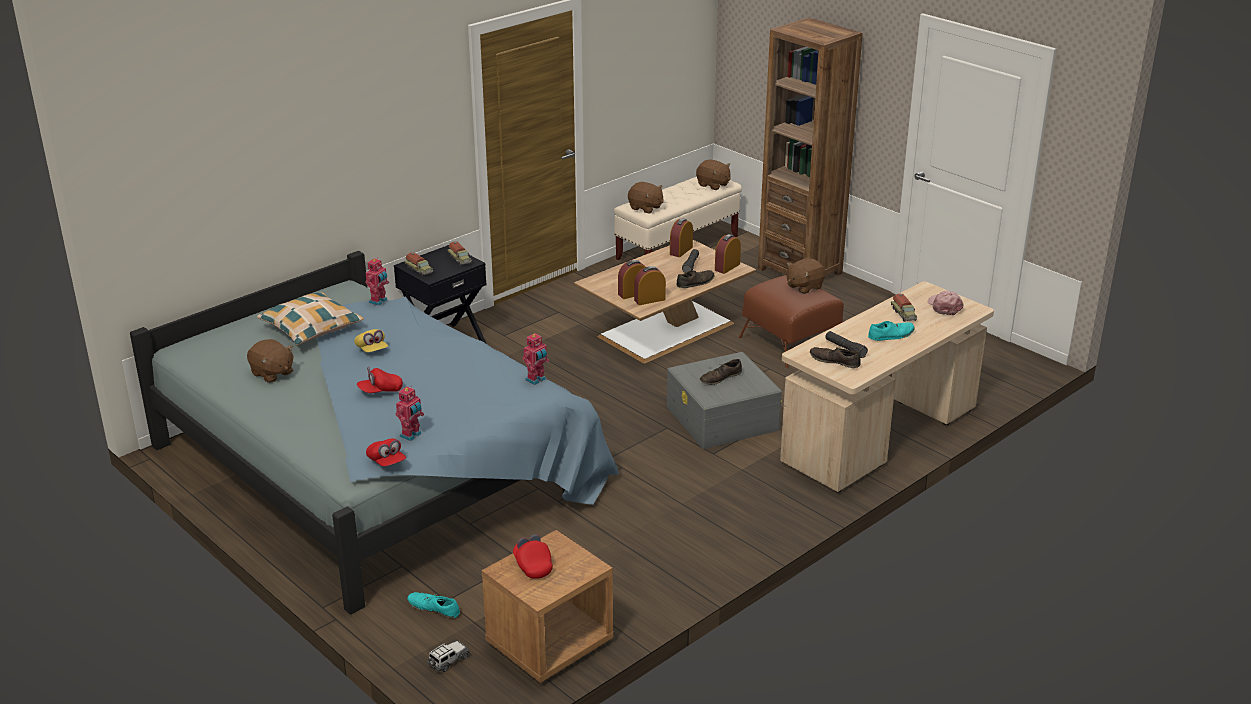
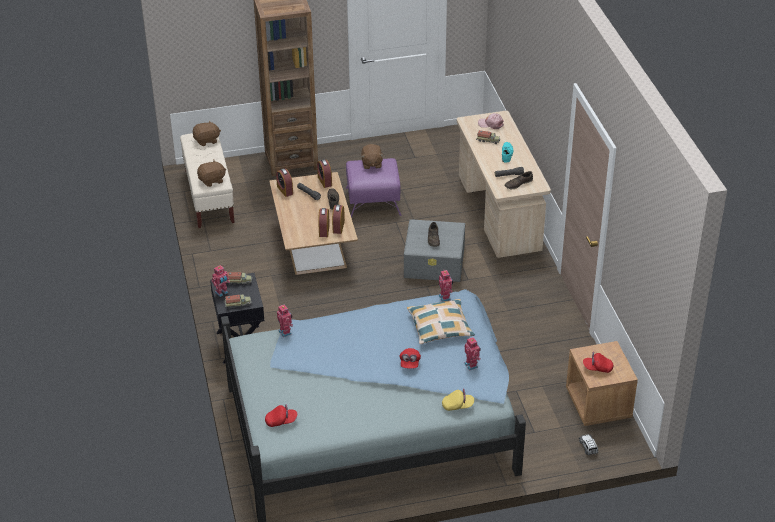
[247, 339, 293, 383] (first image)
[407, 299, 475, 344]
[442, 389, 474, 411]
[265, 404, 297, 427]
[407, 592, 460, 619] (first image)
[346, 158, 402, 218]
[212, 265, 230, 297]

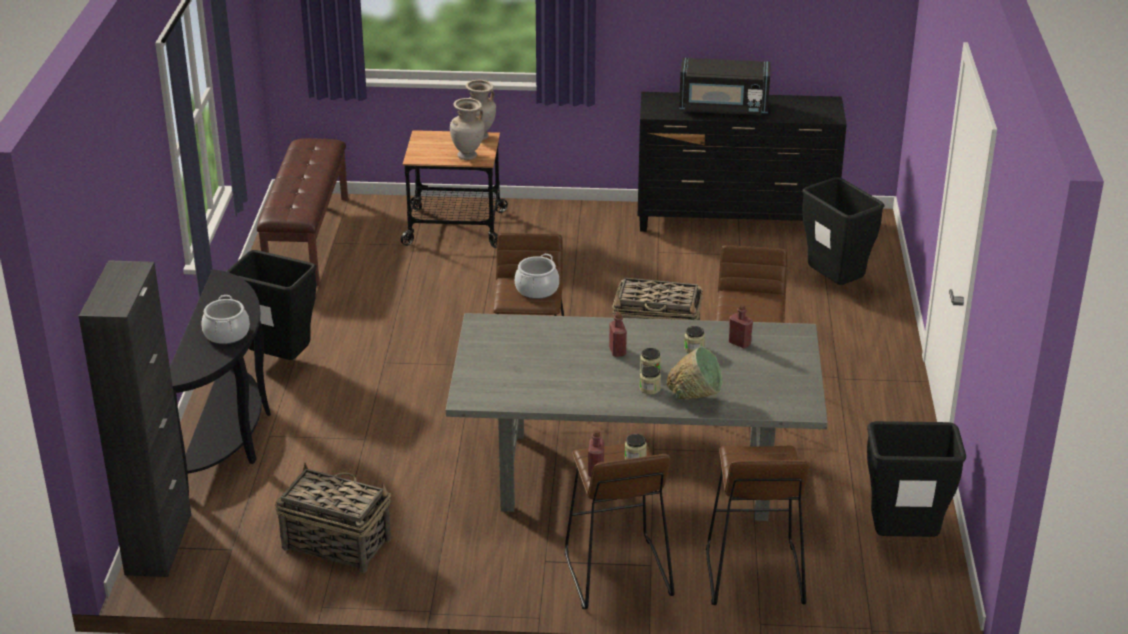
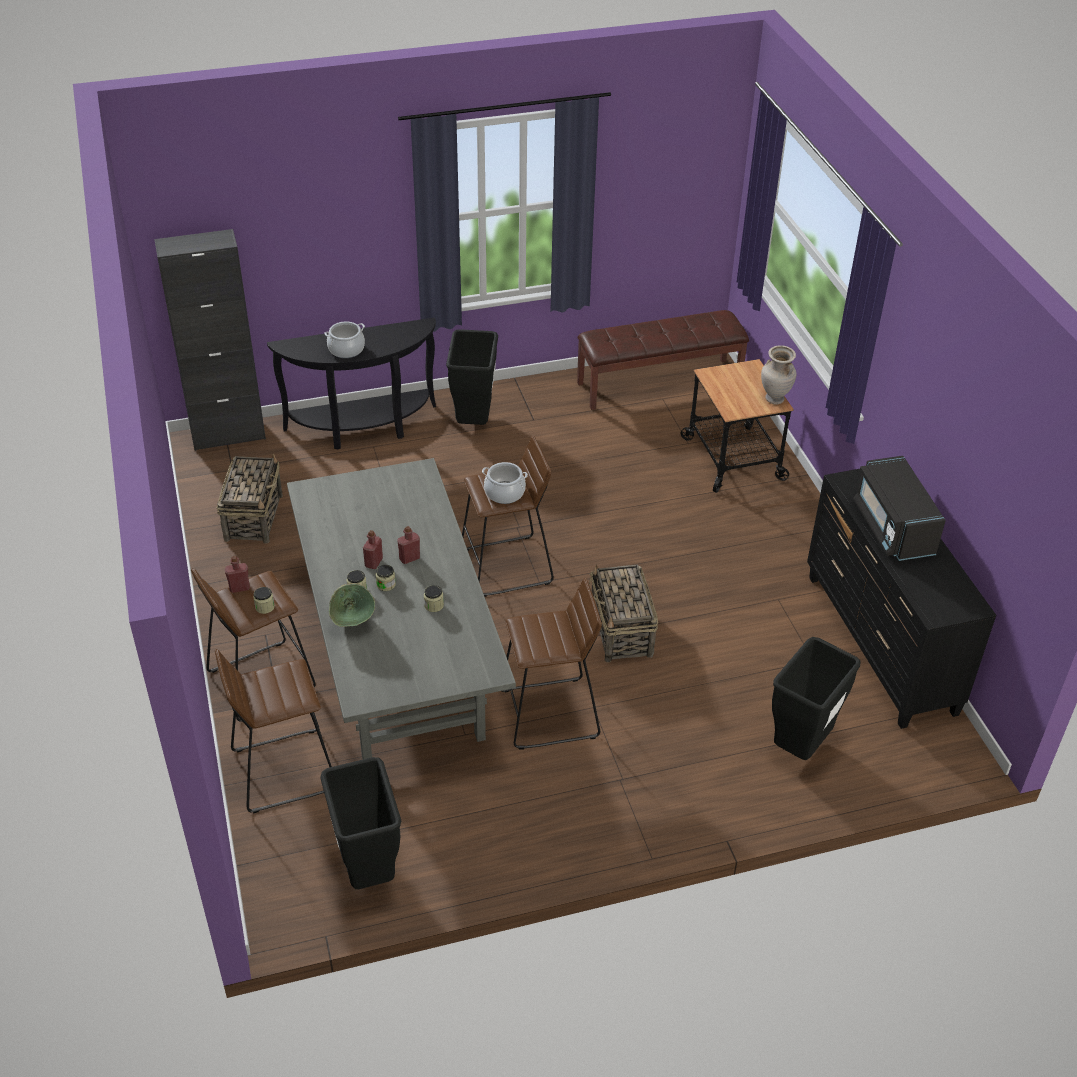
[450, 98, 485, 160] (first image)
[363, 530, 383, 569]

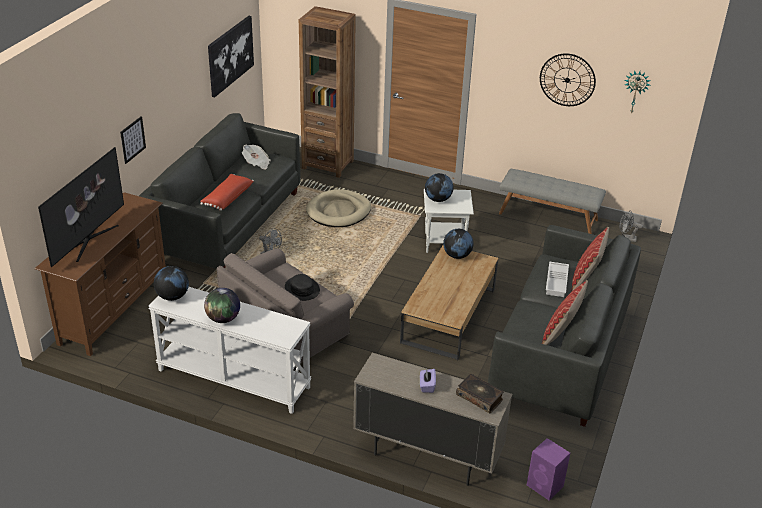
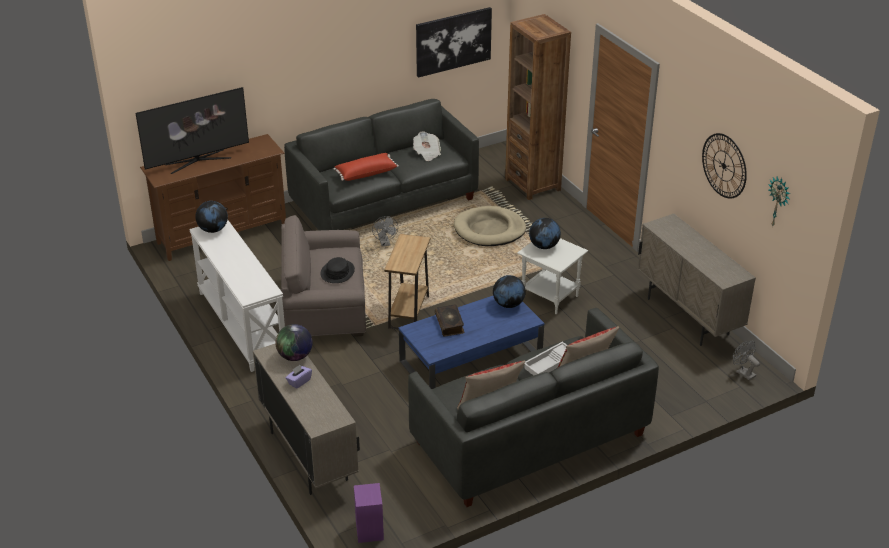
[120, 116, 146, 164] (first image)
[275, 324, 313, 361]
[399, 296, 544, 389]
[435, 304, 465, 337]
[637, 214, 756, 346]
[384, 234, 430, 330]

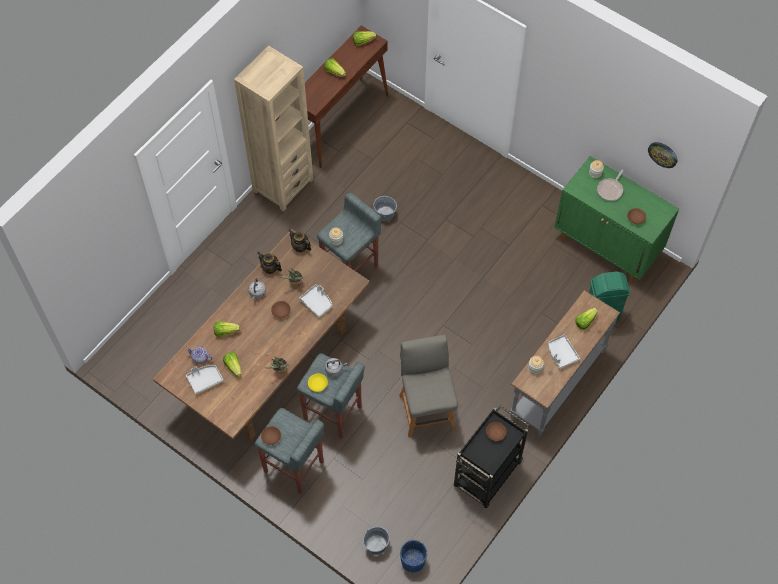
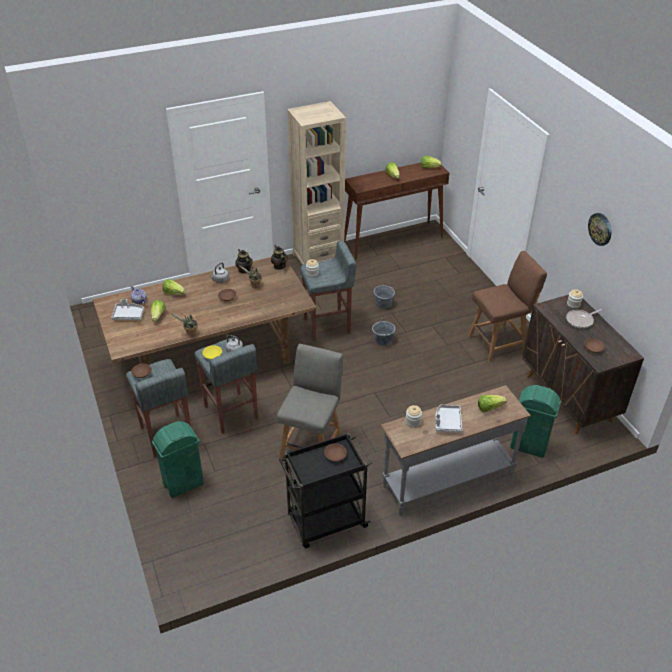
[299, 284, 332, 318] (first image)
[372, 317, 395, 346]
[400, 540, 427, 572] (first image)
[522, 295, 644, 434]
[588, 213, 611, 246]
[152, 421, 204, 498]
[468, 251, 547, 362]

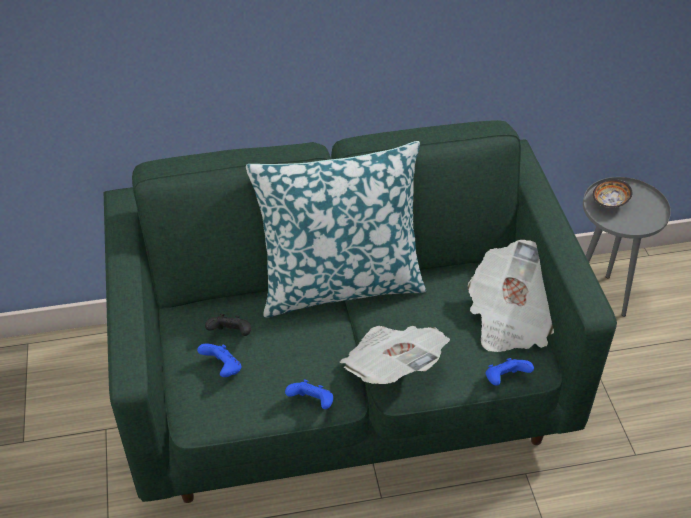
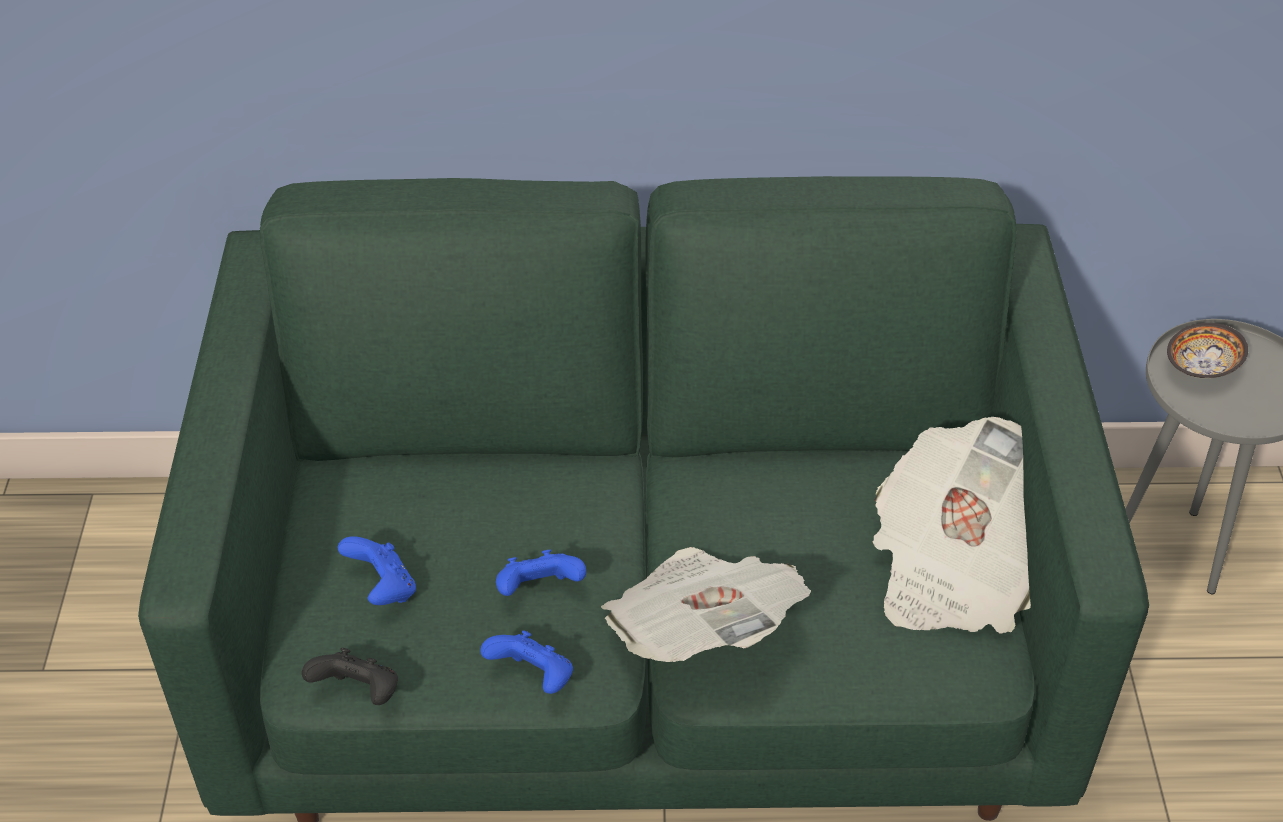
[302, 648, 398, 705]
[246, 141, 426, 318] (first image)
[496, 549, 586, 596]

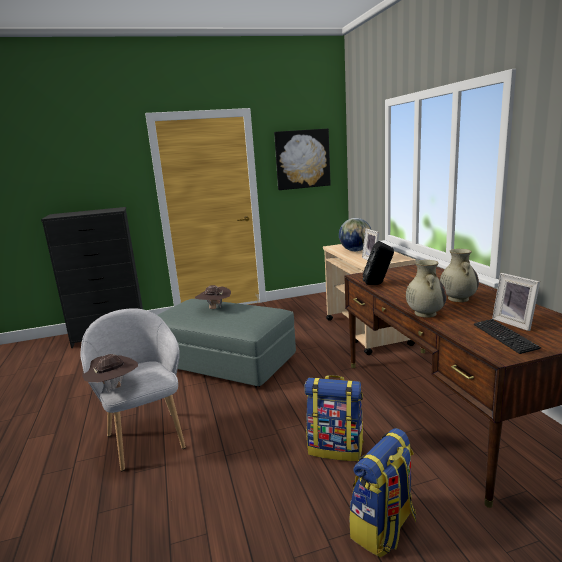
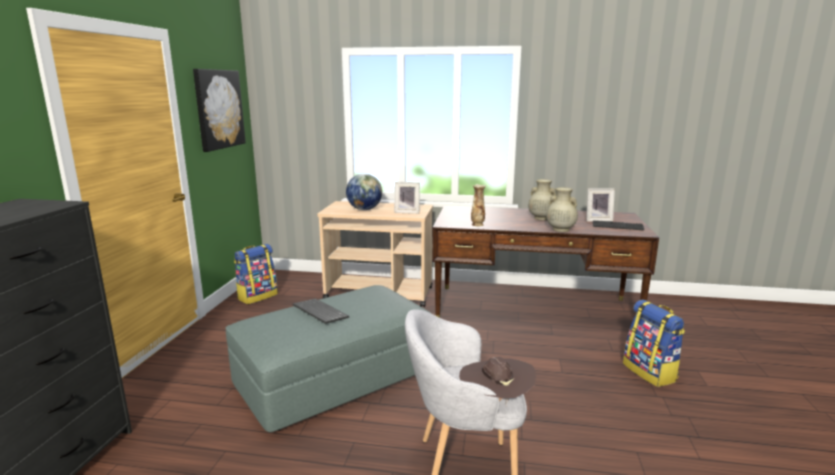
[293, 299, 349, 324]
[234, 244, 278, 304]
[471, 184, 486, 226]

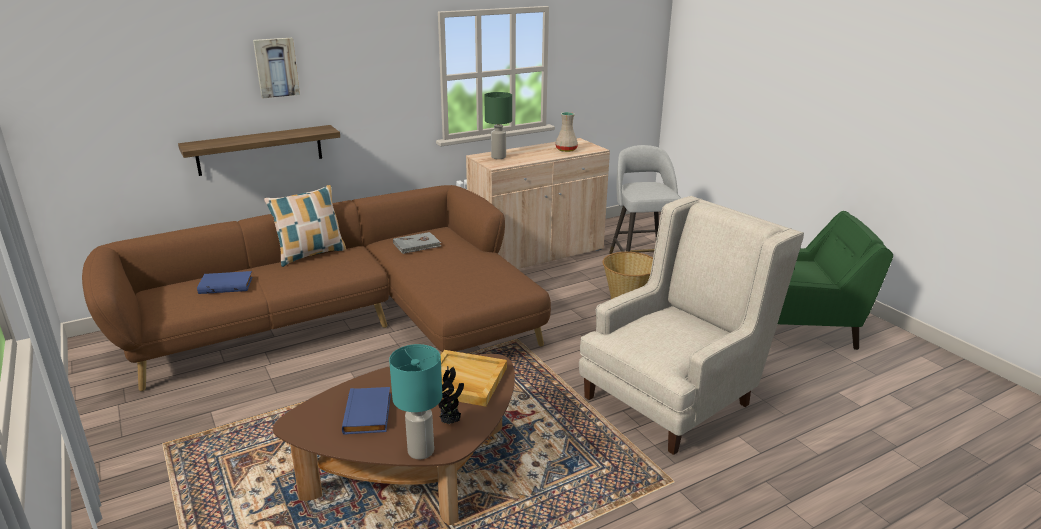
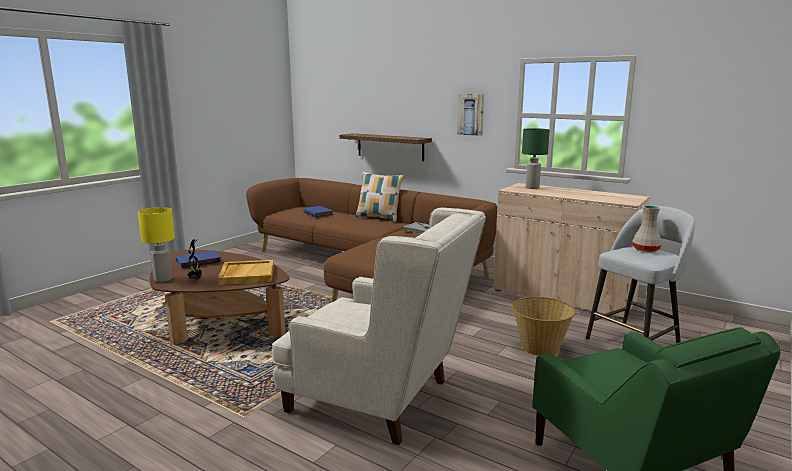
[457, 94, 484, 136]
[138, 207, 175, 282]
[632, 205, 662, 252]

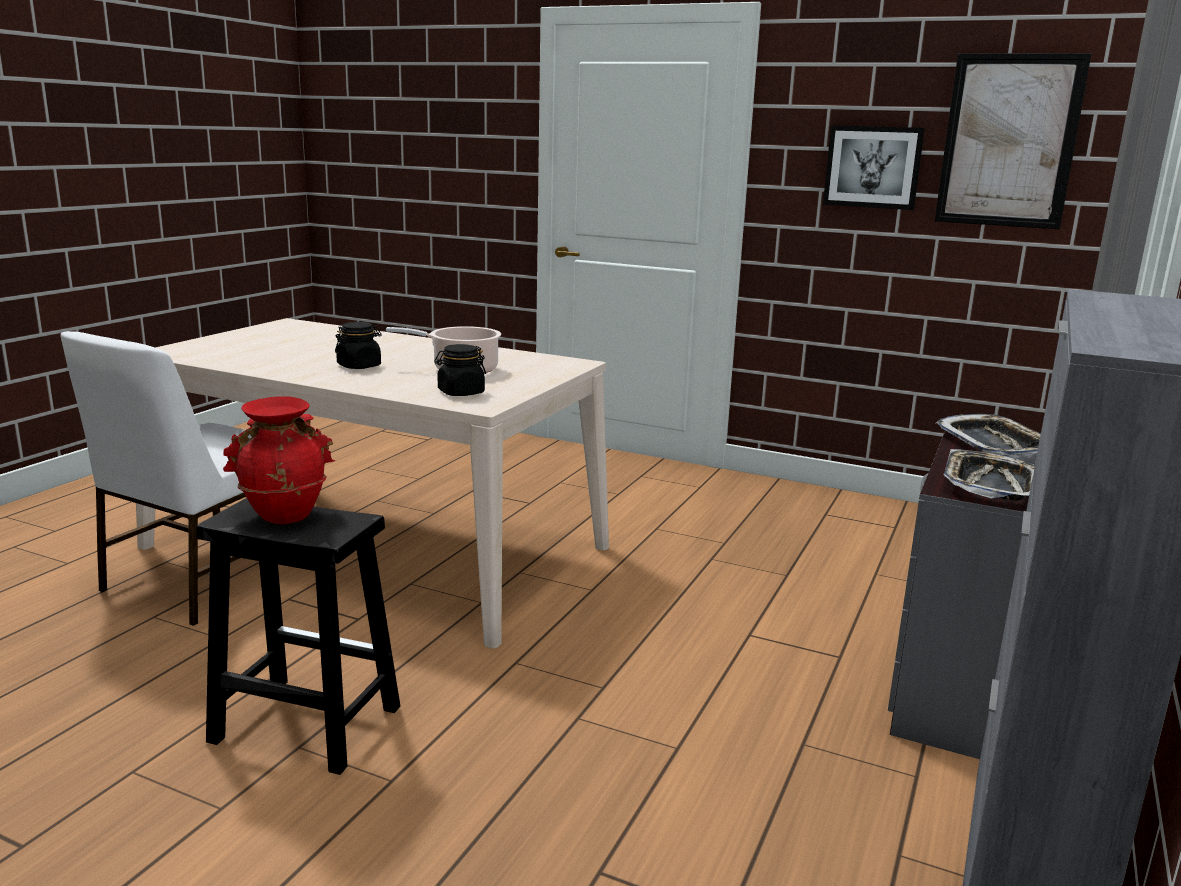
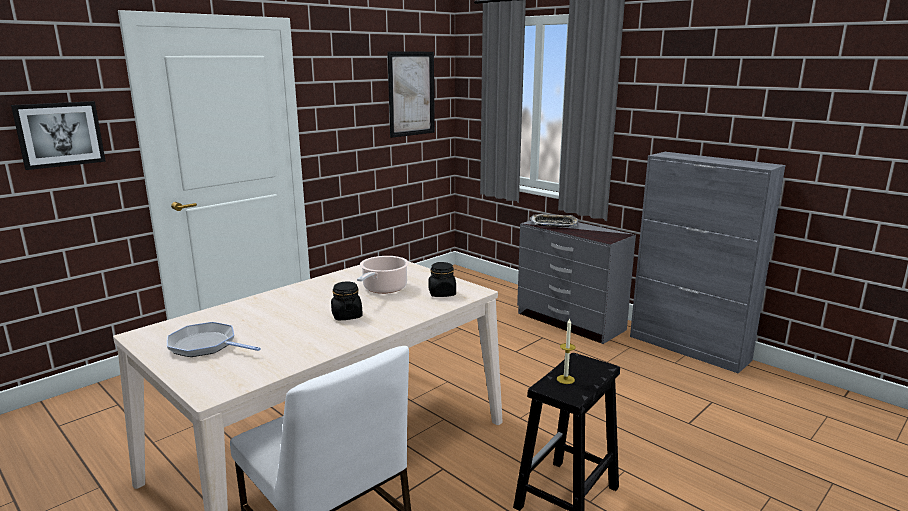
[557, 319, 576, 384]
[11, 101, 106, 170]
[943, 449, 1035, 501] (first image)
[167, 322, 261, 357]

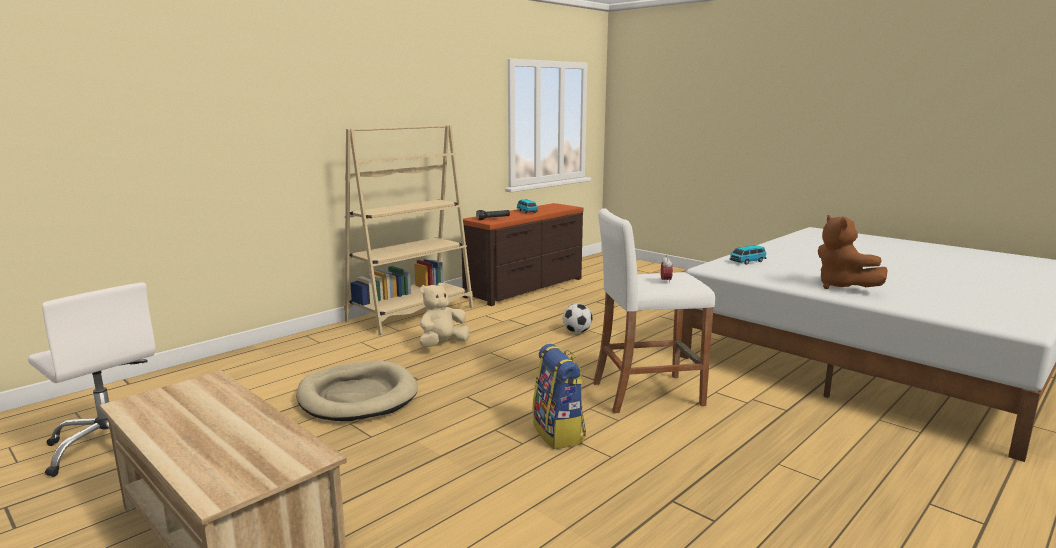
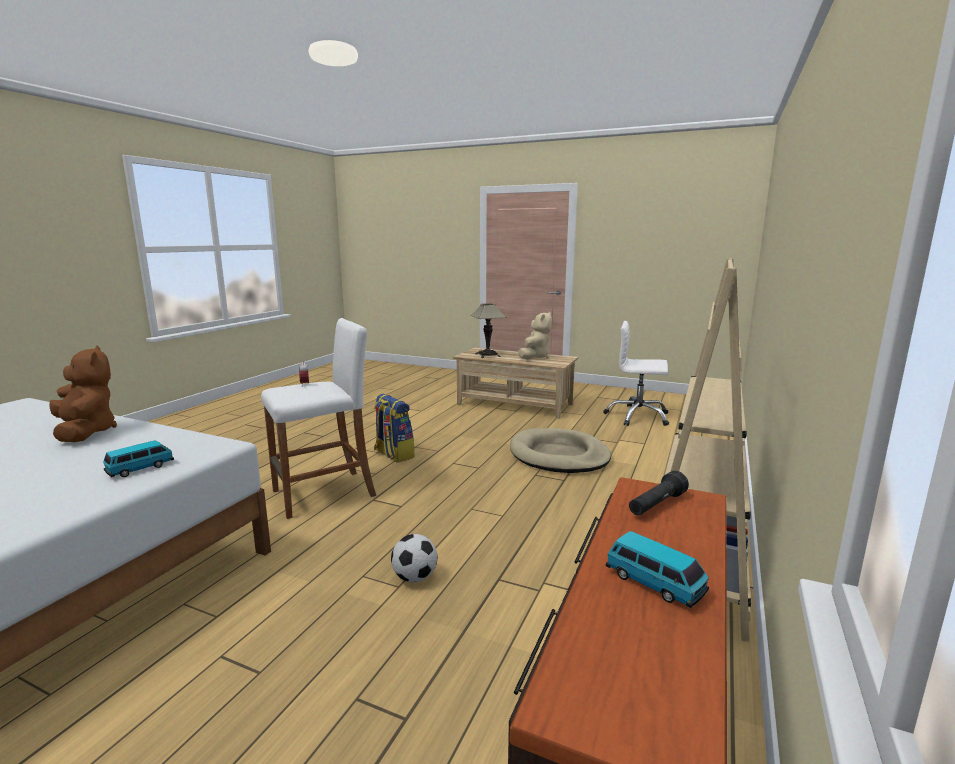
[518, 312, 552, 360]
[471, 303, 507, 358]

